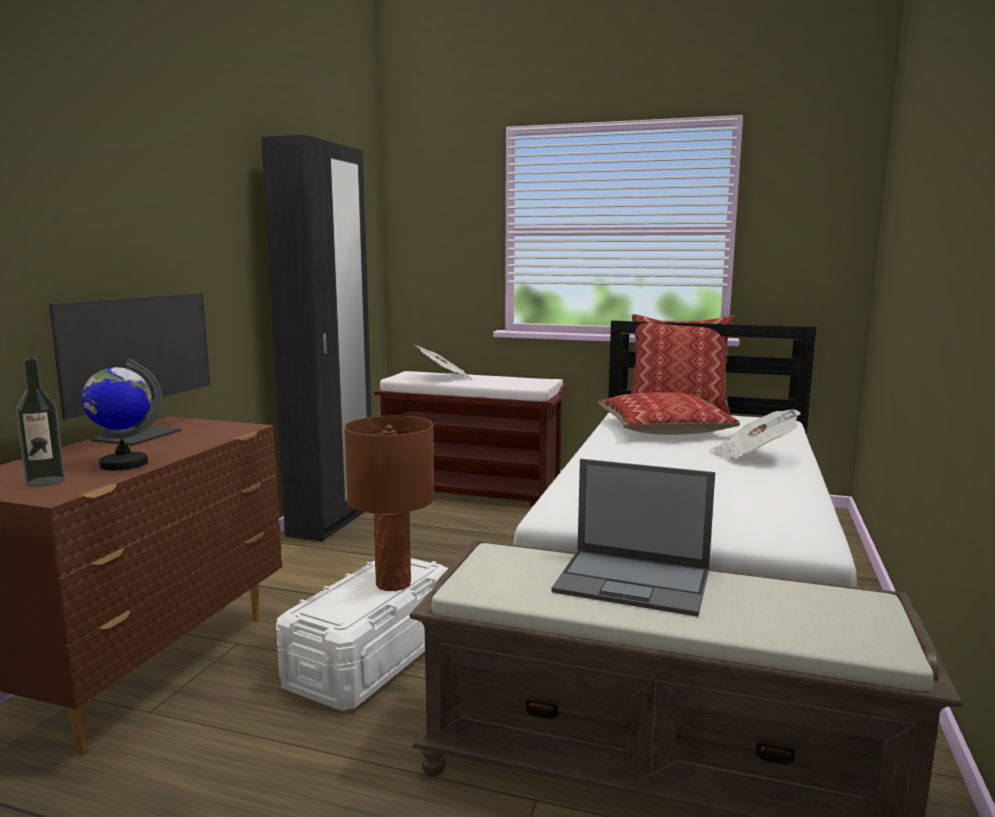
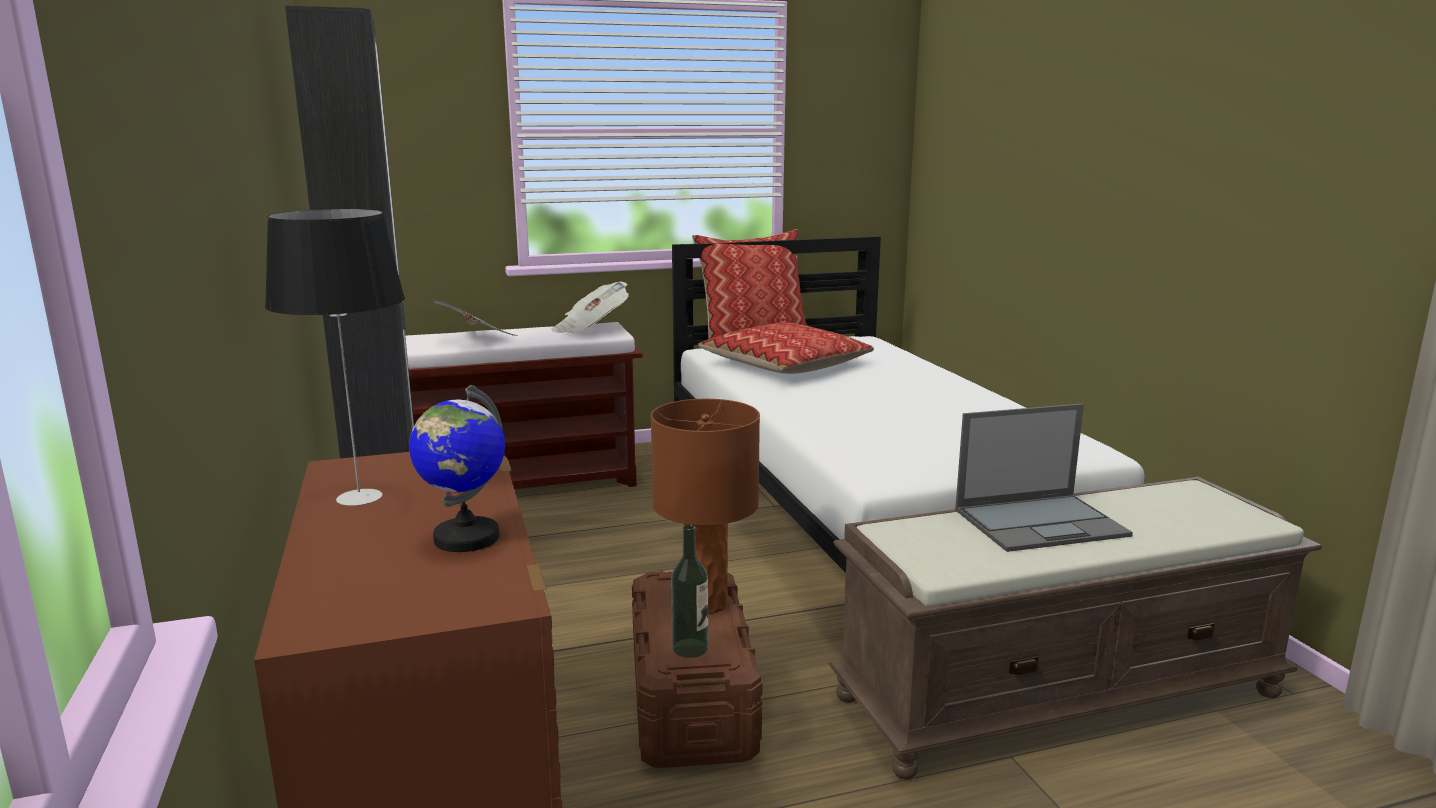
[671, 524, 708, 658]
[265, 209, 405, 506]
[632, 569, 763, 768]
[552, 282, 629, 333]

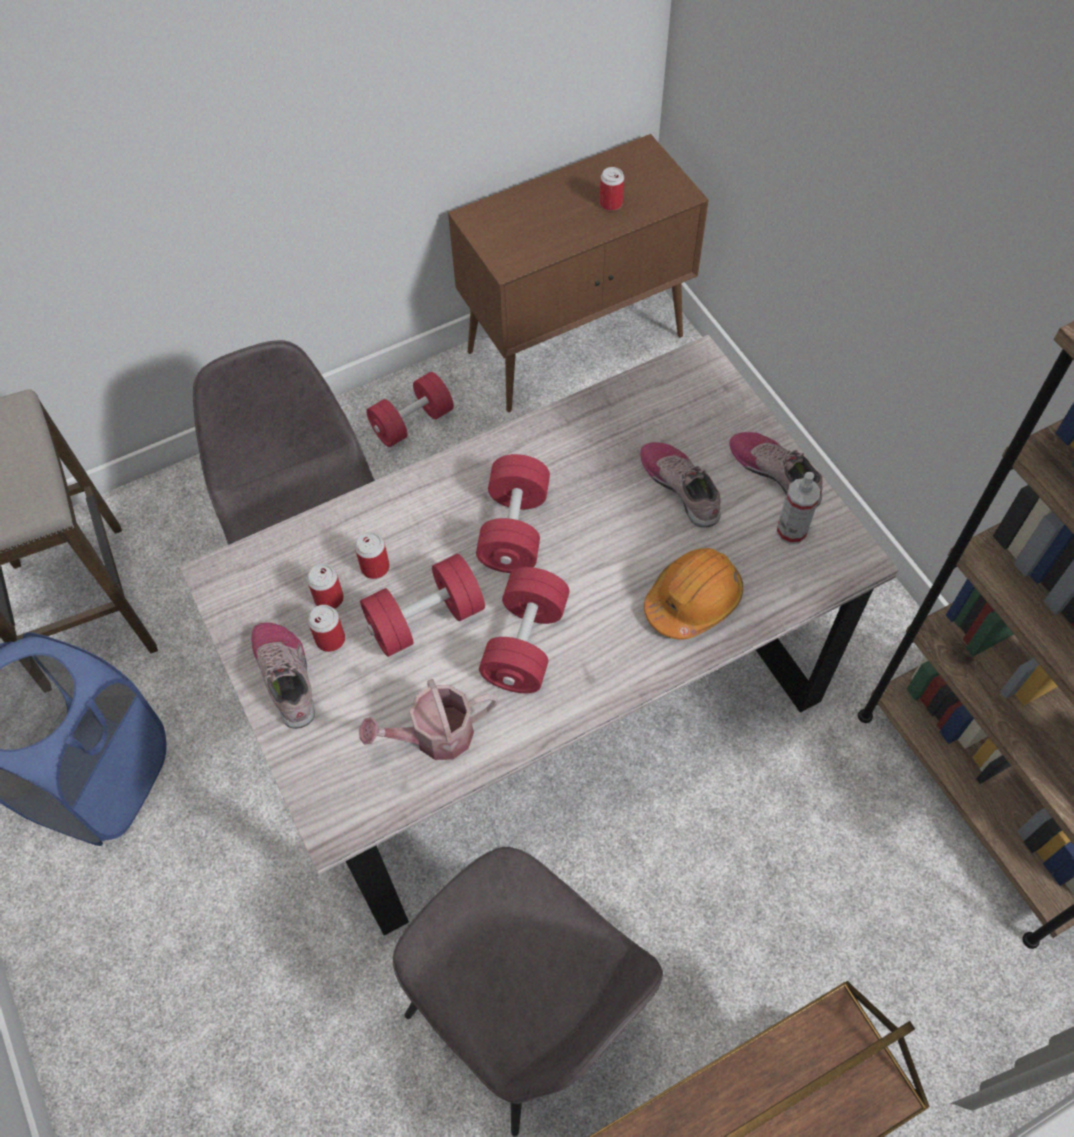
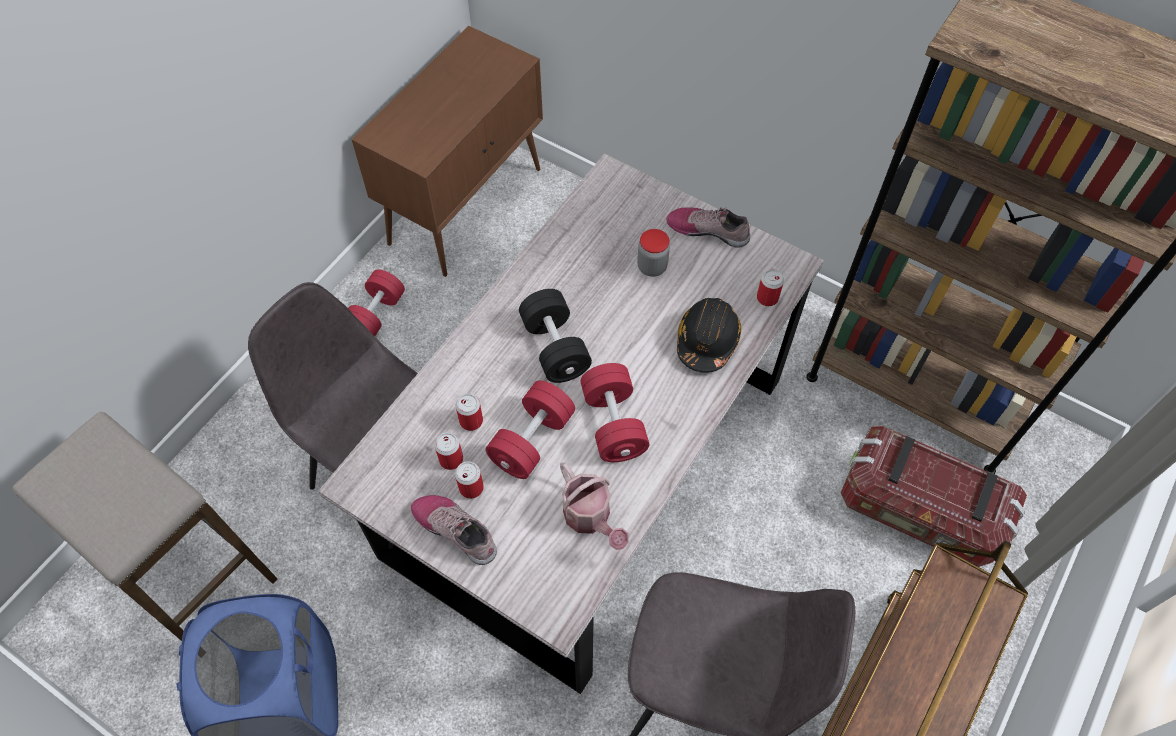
[560, 462, 629, 550]
[519, 289, 592, 383]
[757, 269, 784, 306]
[637, 229, 670, 277]
[677, 298, 741, 373]
[776, 472, 820, 544] (first image)
[841, 426, 1027, 567]

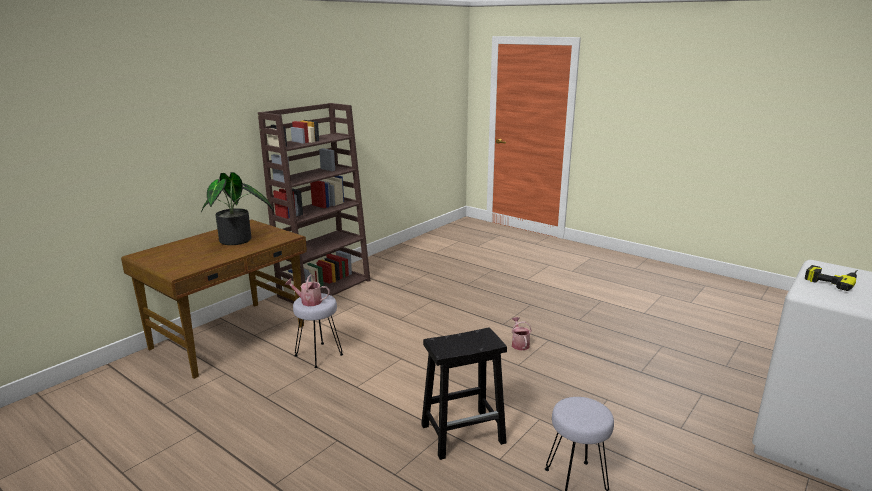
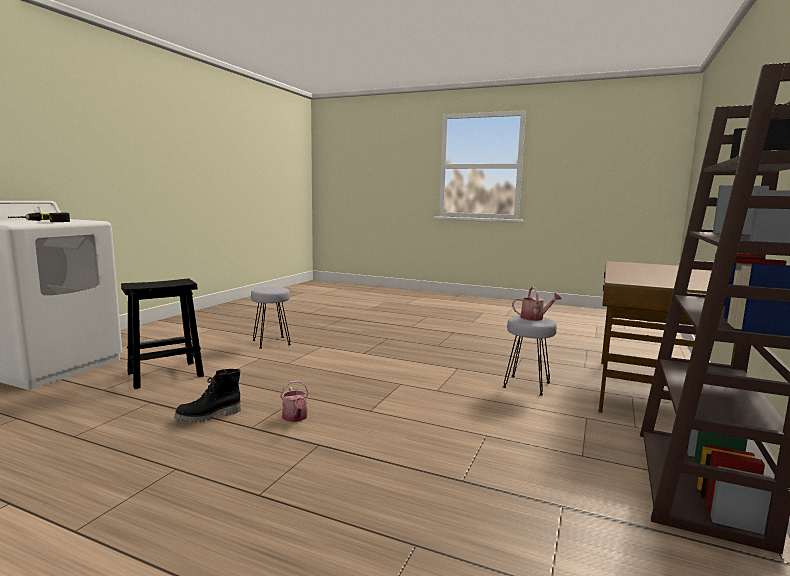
[201, 172, 274, 245] (first image)
[121, 279, 204, 389]
[174, 369, 241, 423]

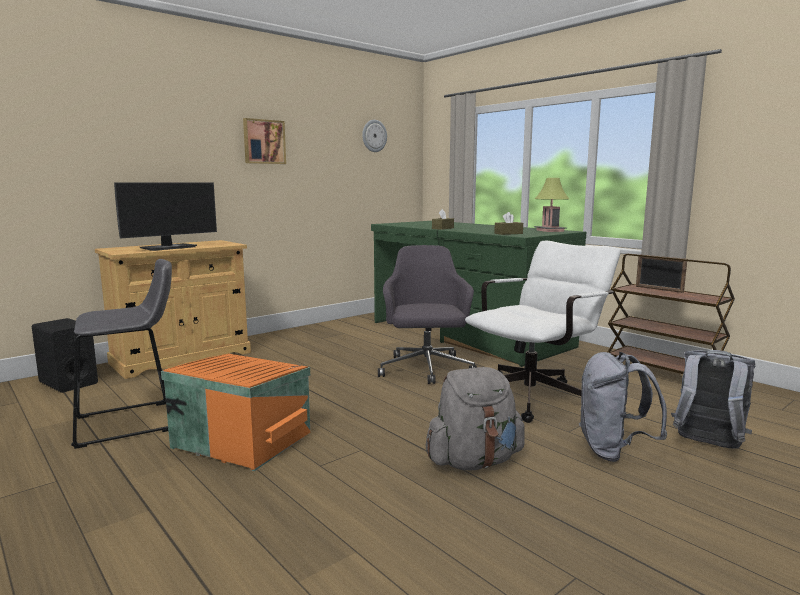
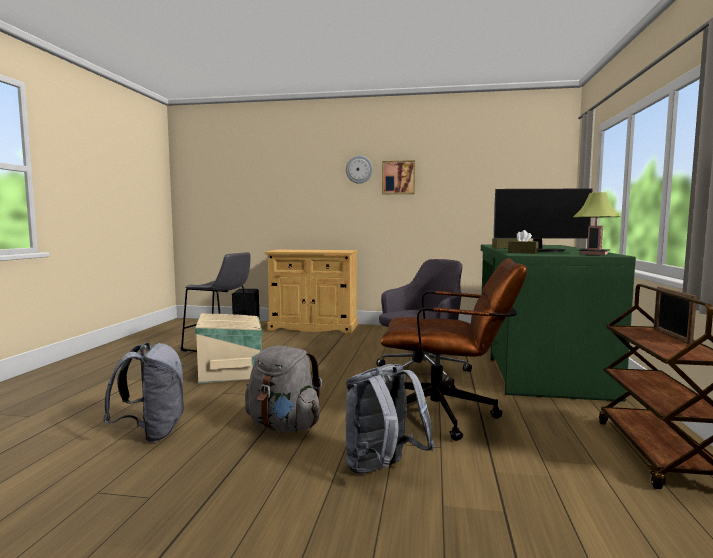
[494, 188, 593, 252]
[195, 314, 262, 383]
[346, 155, 373, 184]
[381, 258, 527, 441]
[103, 343, 184, 442]

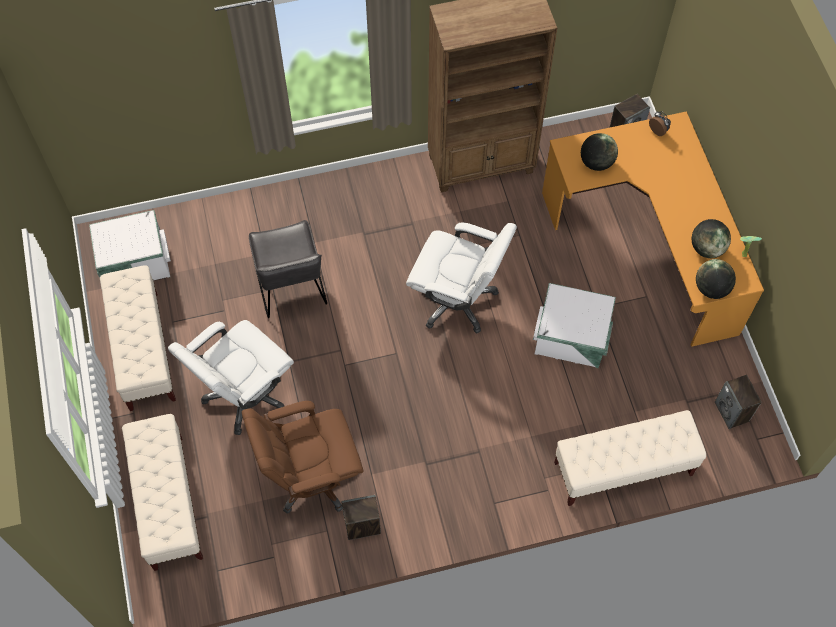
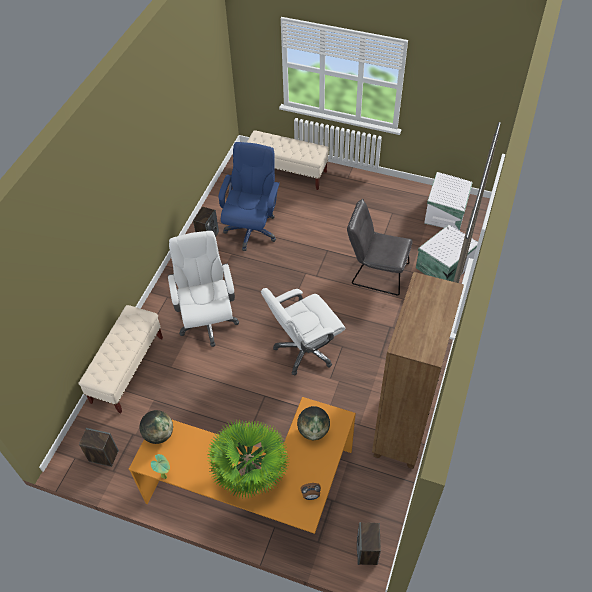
[100, 265, 176, 411] (first image)
[168, 231, 239, 347]
[218, 142, 280, 251]
[416, 225, 478, 282]
[692, 219, 731, 258] (first image)
[206, 420, 288, 499]

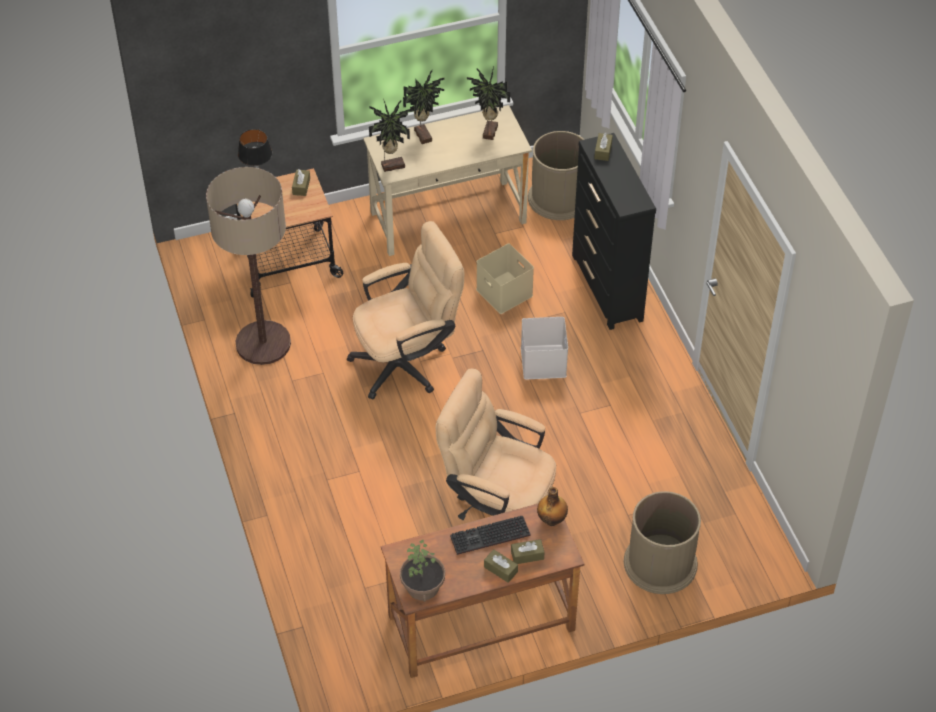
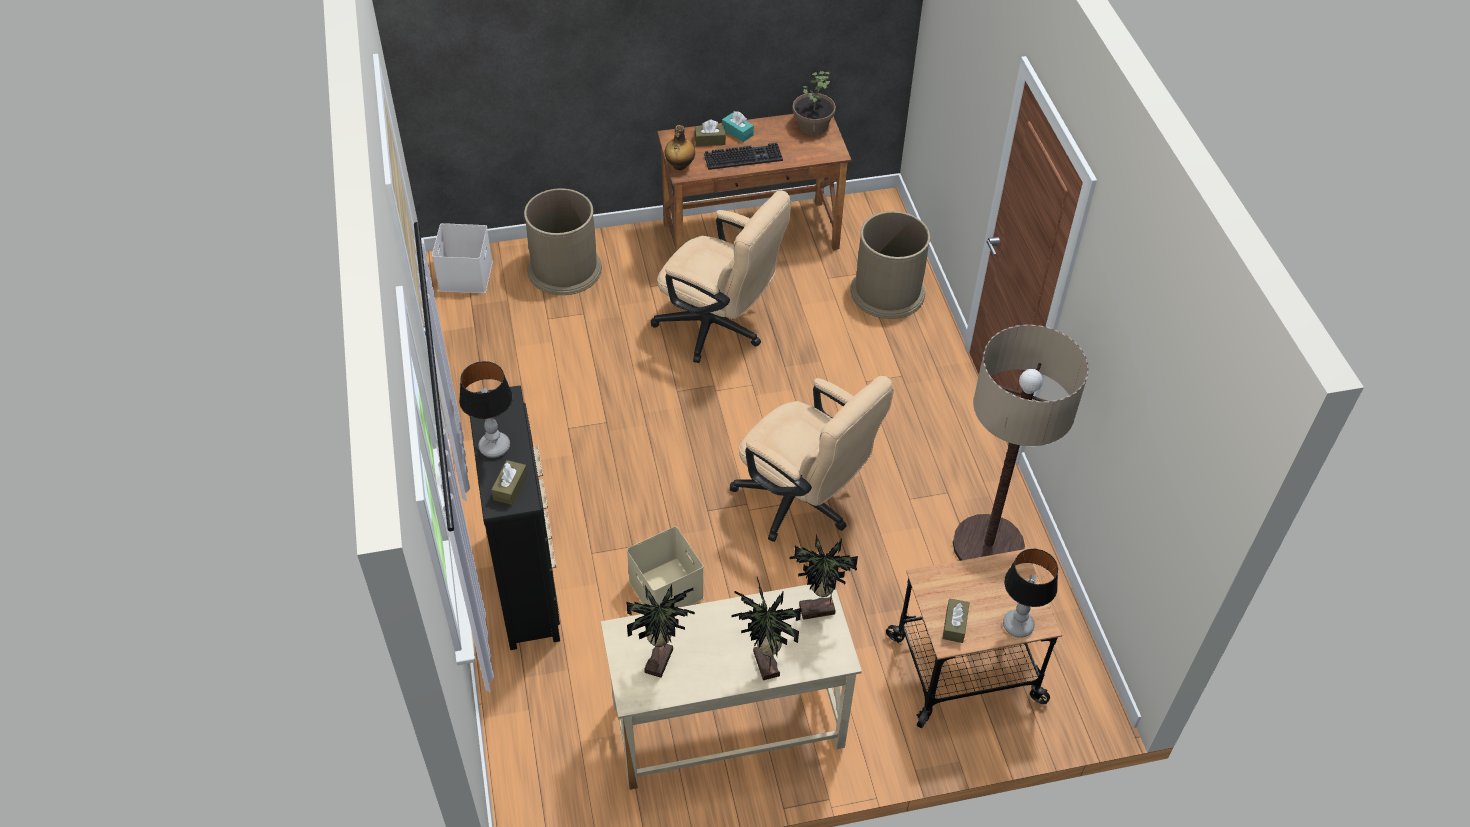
[730, 376, 894, 542]
[722, 111, 754, 142]
[432, 223, 493, 293]
[850, 211, 930, 319]
[459, 361, 513, 458]

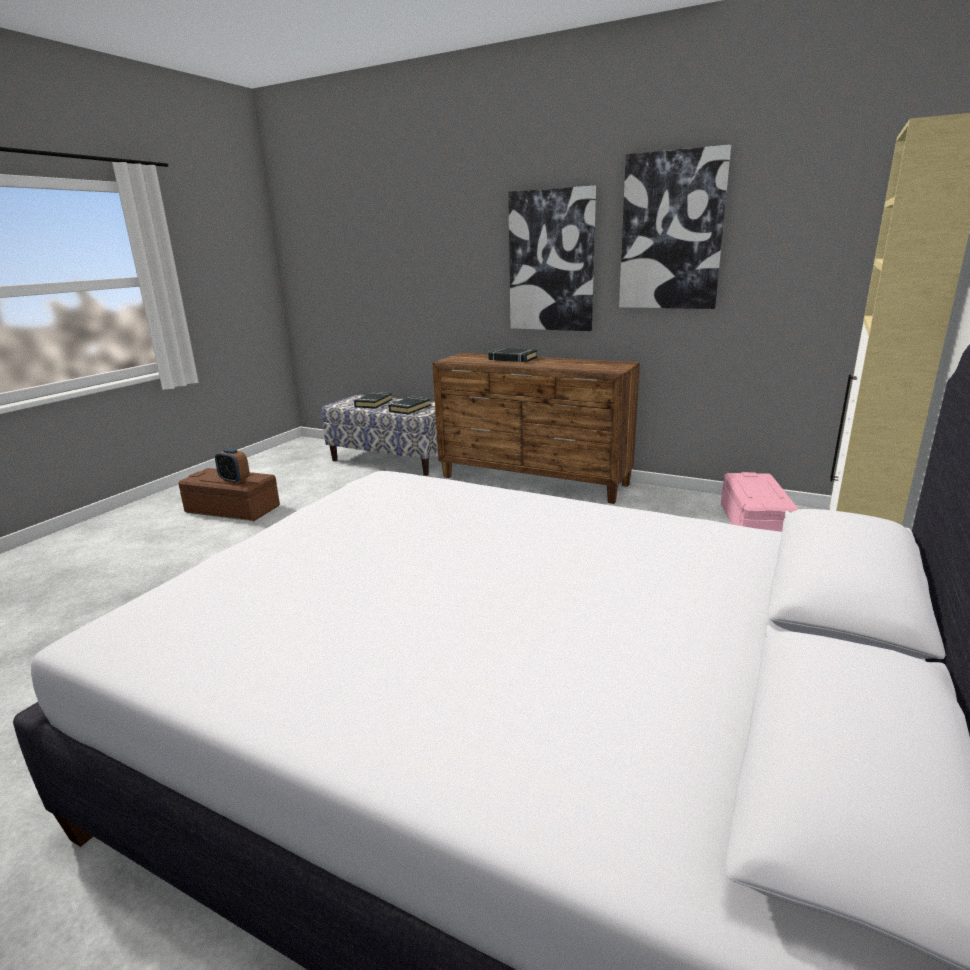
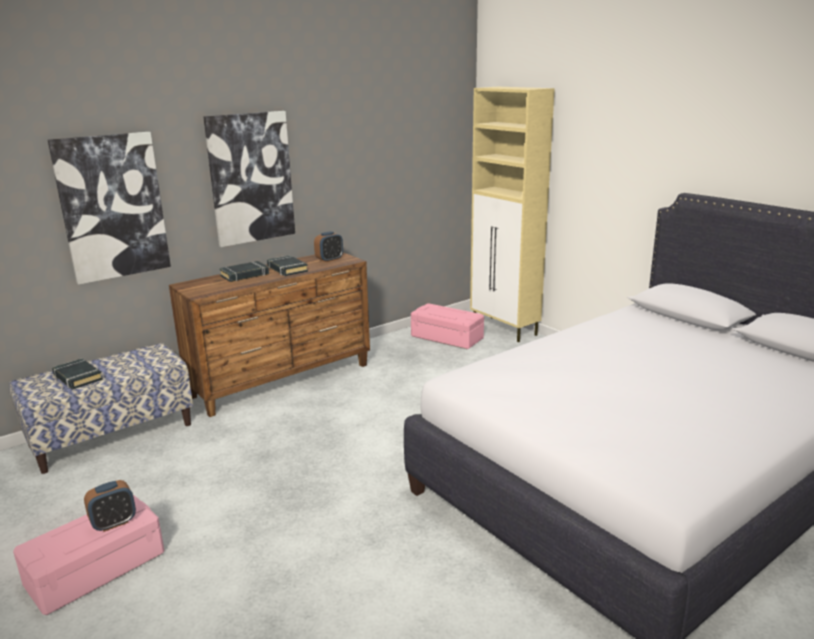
[13, 495, 164, 615]
[267, 255, 308, 276]
[48, 132, 171, 285]
[314, 231, 343, 262]

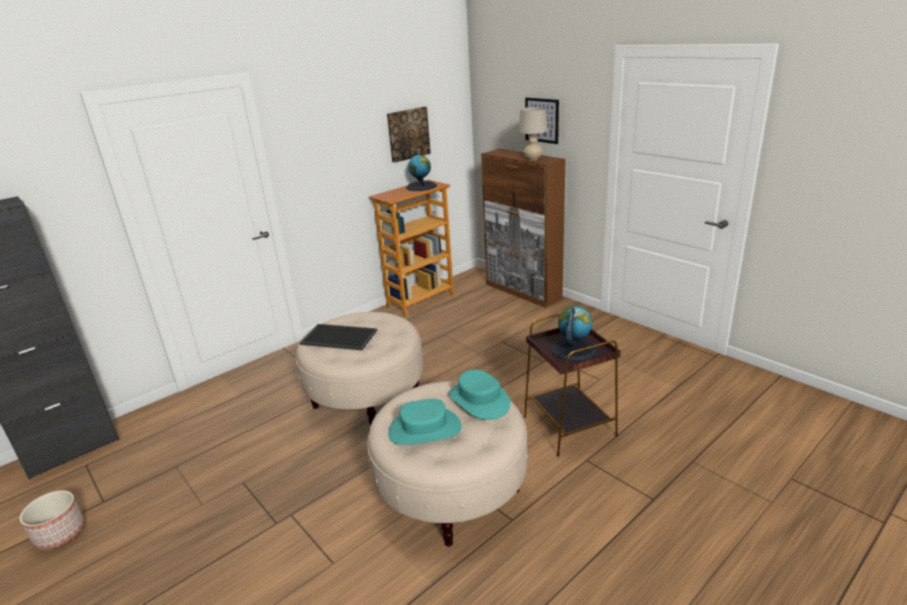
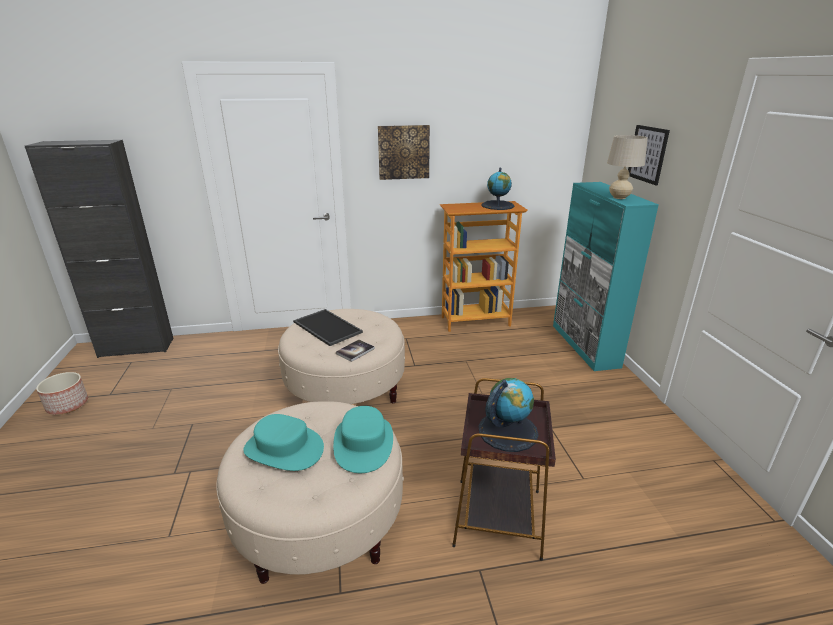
[378, 125, 430, 180]
[553, 182, 659, 371]
[336, 340, 375, 362]

